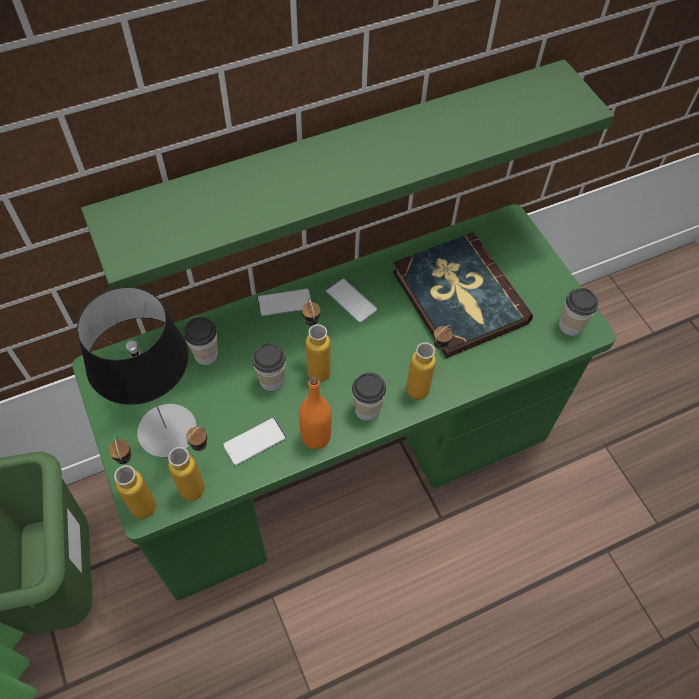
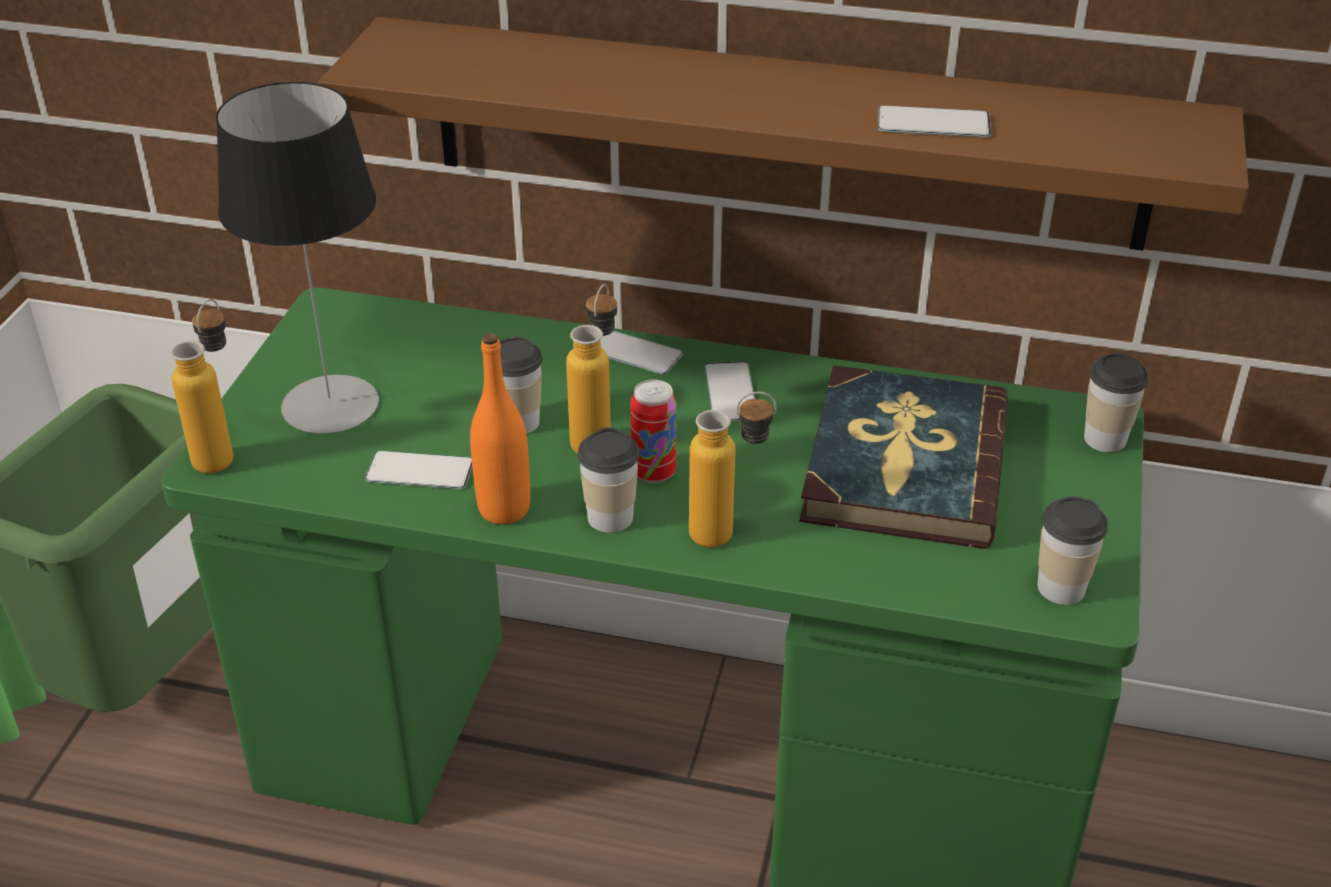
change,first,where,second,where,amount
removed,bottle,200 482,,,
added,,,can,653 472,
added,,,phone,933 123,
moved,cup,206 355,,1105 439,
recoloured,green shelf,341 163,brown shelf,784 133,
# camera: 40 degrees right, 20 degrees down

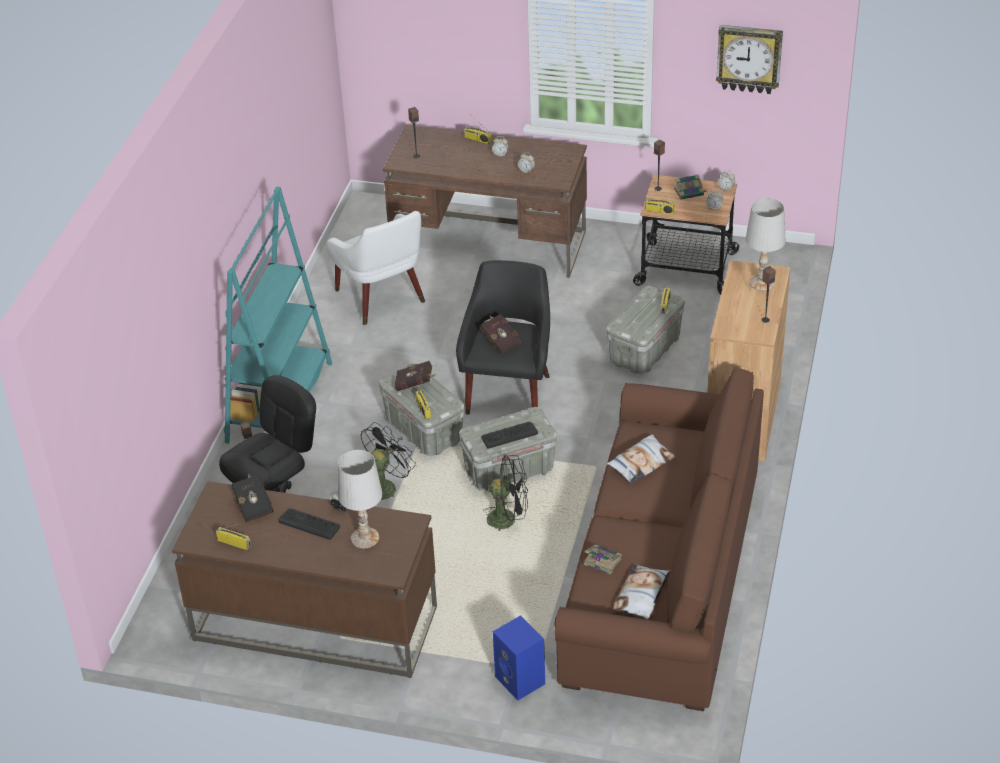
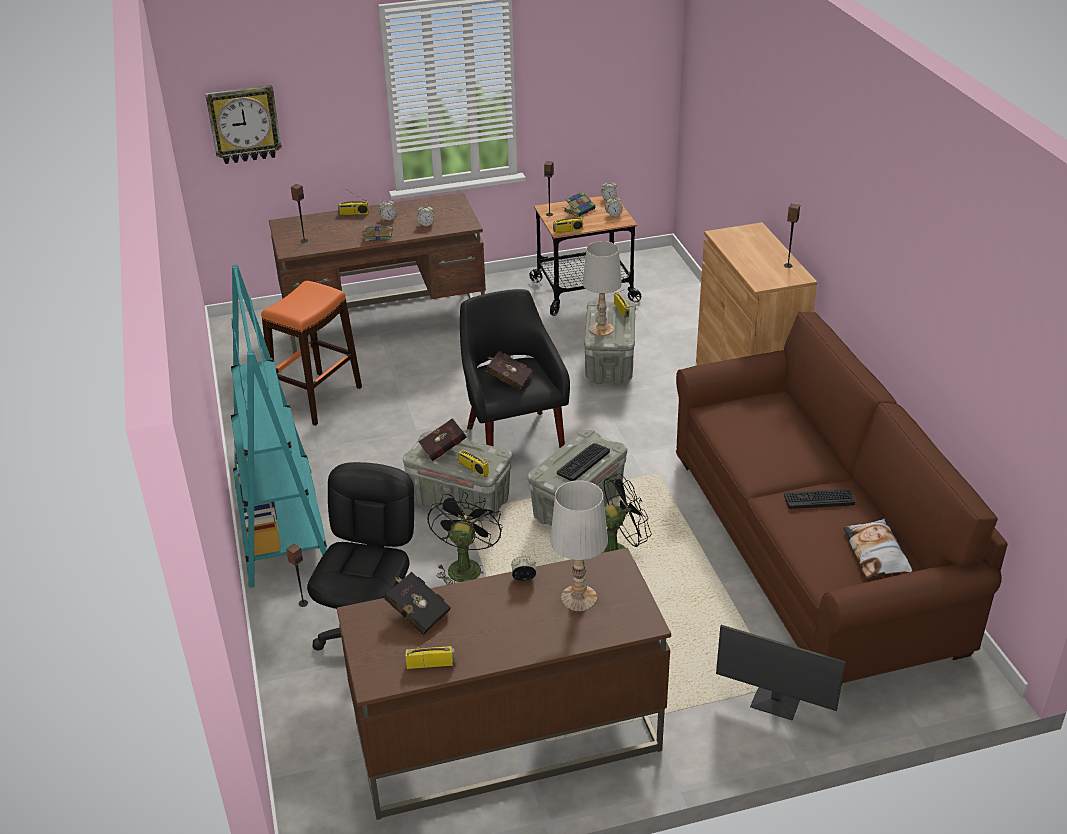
change,first,where,second,where,amount
removed,pillow,641 463,,,
moved,keyboard,309 524,,819 499,
moved,book,602 561,,378 235,
moved,wall clock,749 58,,244 124,
moved,white table lamp,762 283,,601 329,
replaced,white armchair,382 299,orange stool,317 399,
replaced,blue speaker,521 680,monitor,775 702,
# camera: 30 degrees left, 5 degrees down

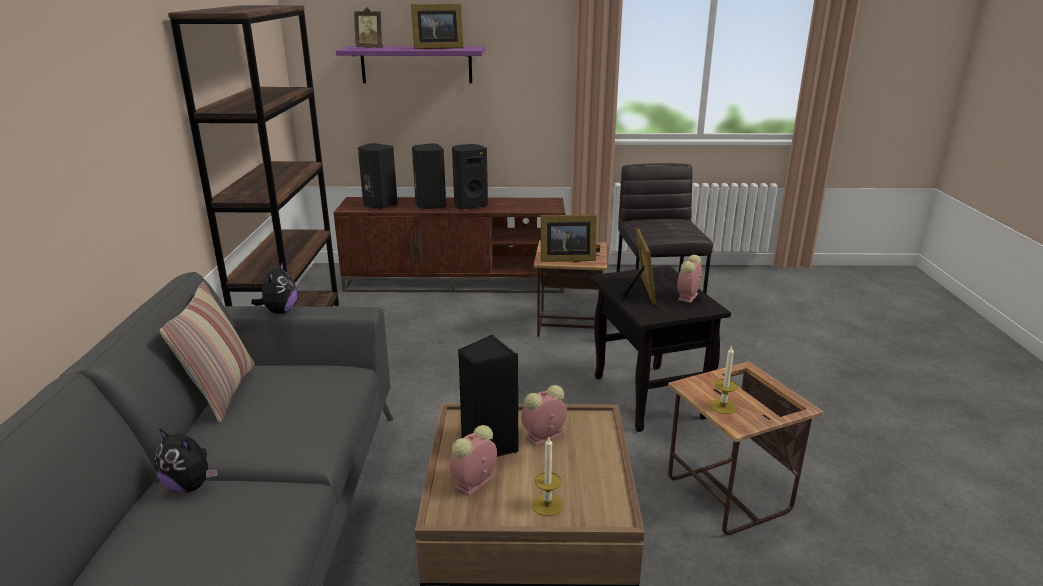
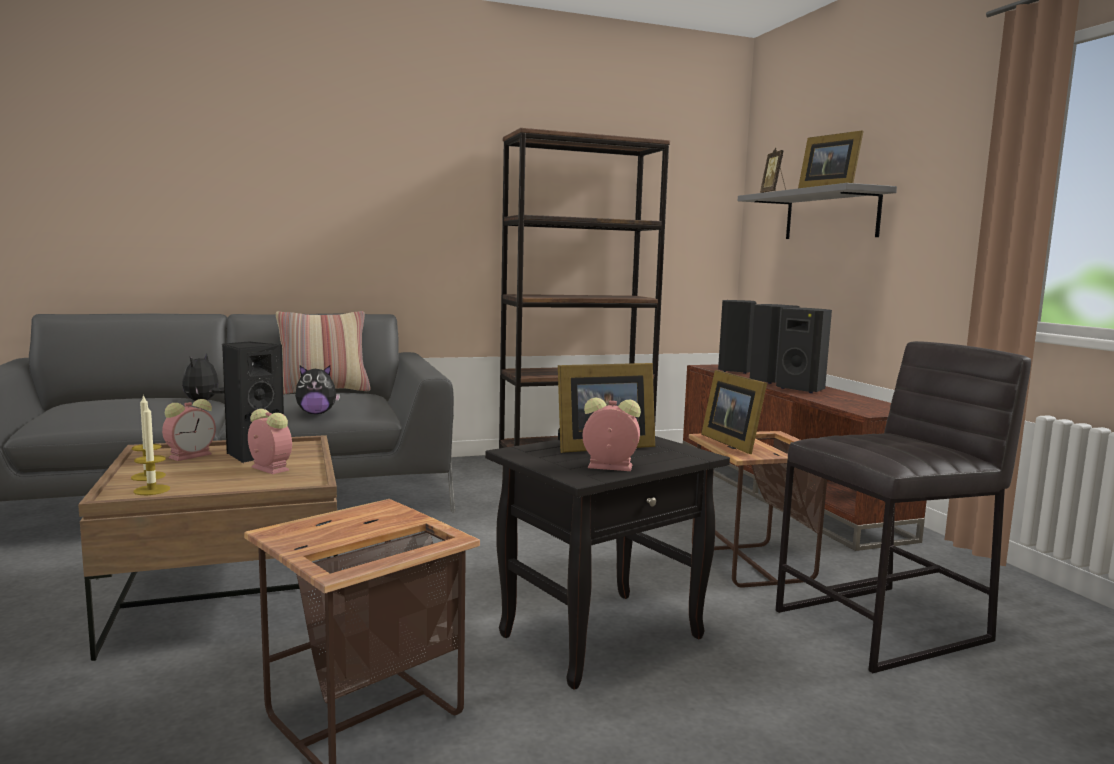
change,first,where,second,where,amount
moved,plush toy,280 311,,316 413,
moved,candle,723 406,,152 490,
recoloured,purple shelf,416 64,grey shelf,831 215,
turned,alarm clock,474 484,,191 455,105 degrees clockwise
# camera: 70 degrees right, 15 degrees down

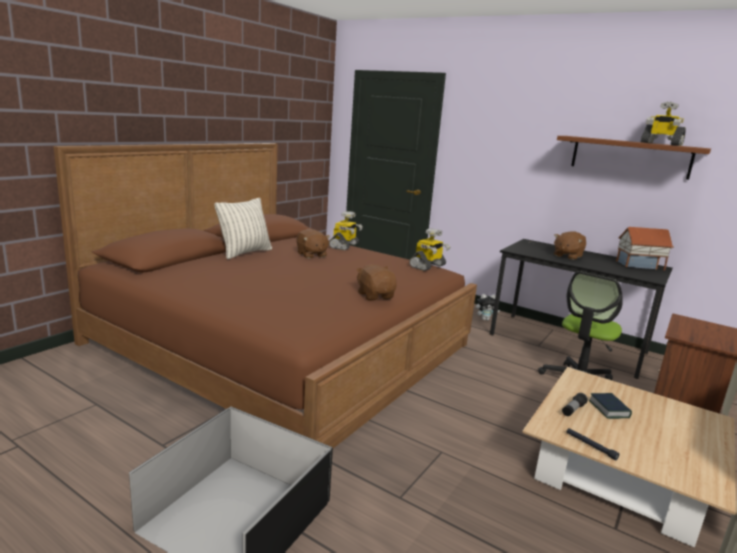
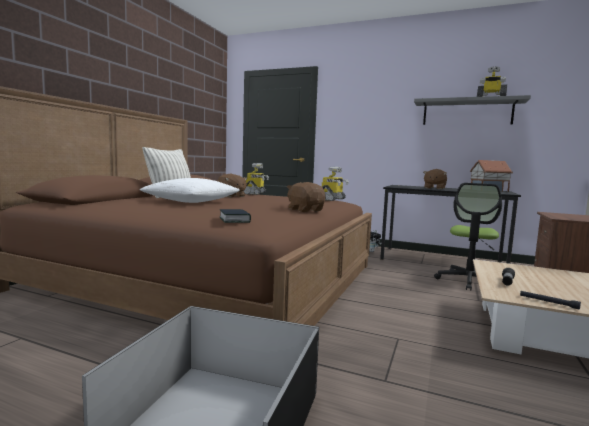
change,first,where,second,where,amount
added,,,white pillow,191 201,
moved,book,609 409,,234 220,
recoloured,brown shelf,630 157,grey shelf,467 113,
# camera: 10 degrees left, 10 degrees down

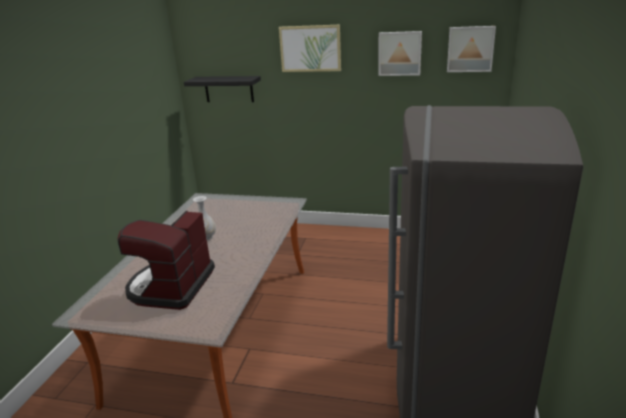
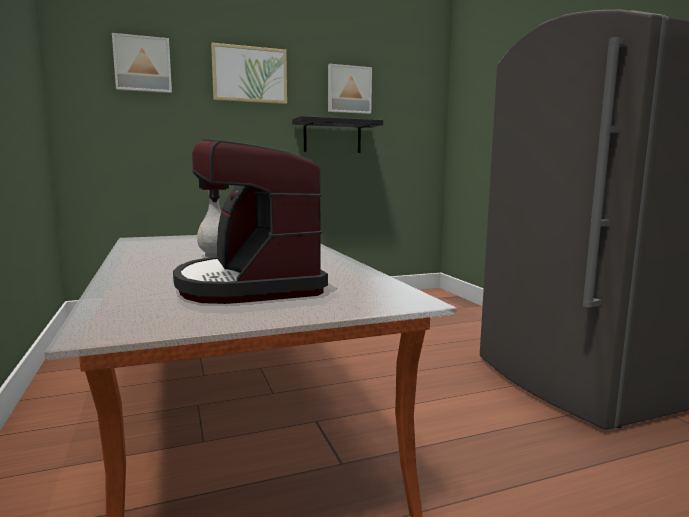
change,first,where,second,where,amount
moved,black shelf,229 89,,332 136,
moved,picture,470 49,,142 64,
# camera: 35 degrees left, 15 degrees down

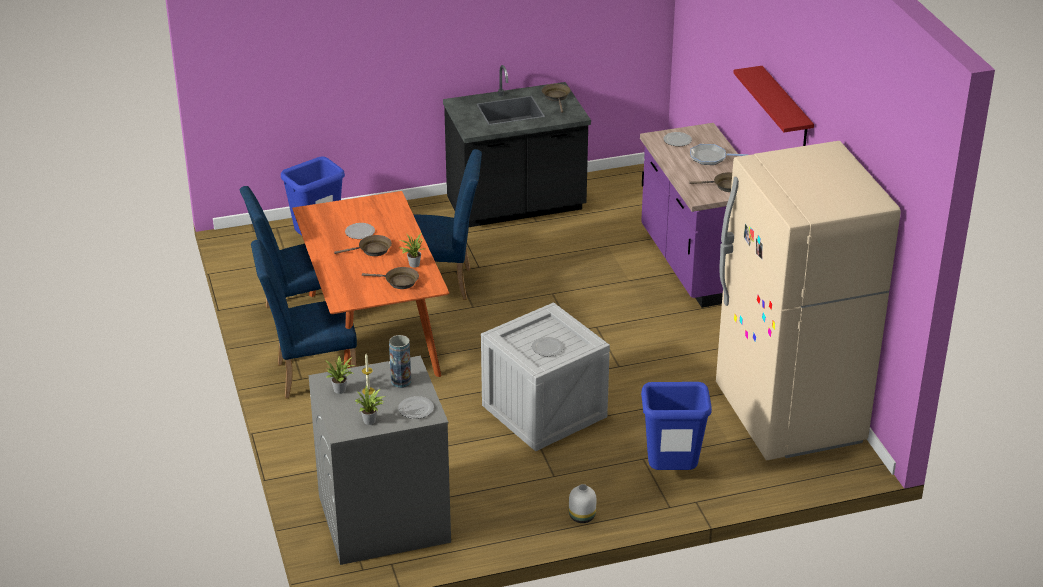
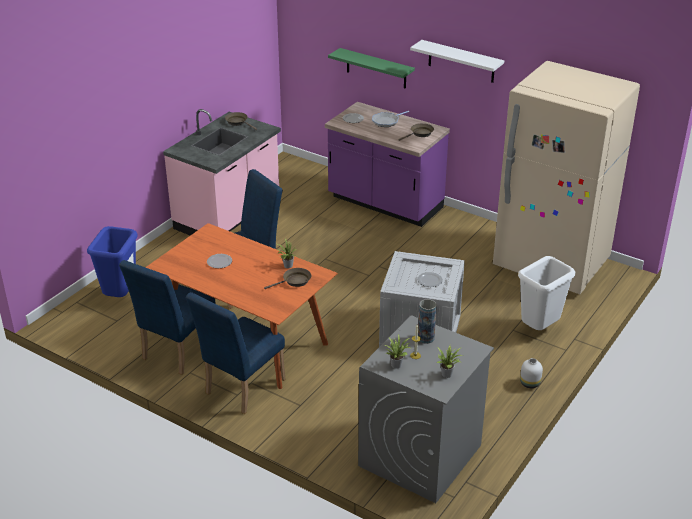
change,first,where,second,where,amount
removed,brown frying pan,372 250,,,
removed,plate,415 408,,,
added,,,green shelf,376 68,
recoloured,black counter,516 206,pink counter,228 216,
recoloured,blue trash can,671 473,white trash can,539 330,
recoloured,red shelf,786 109,white shelf,461 61,
# camera: 40 degrees left, 0 degrees up

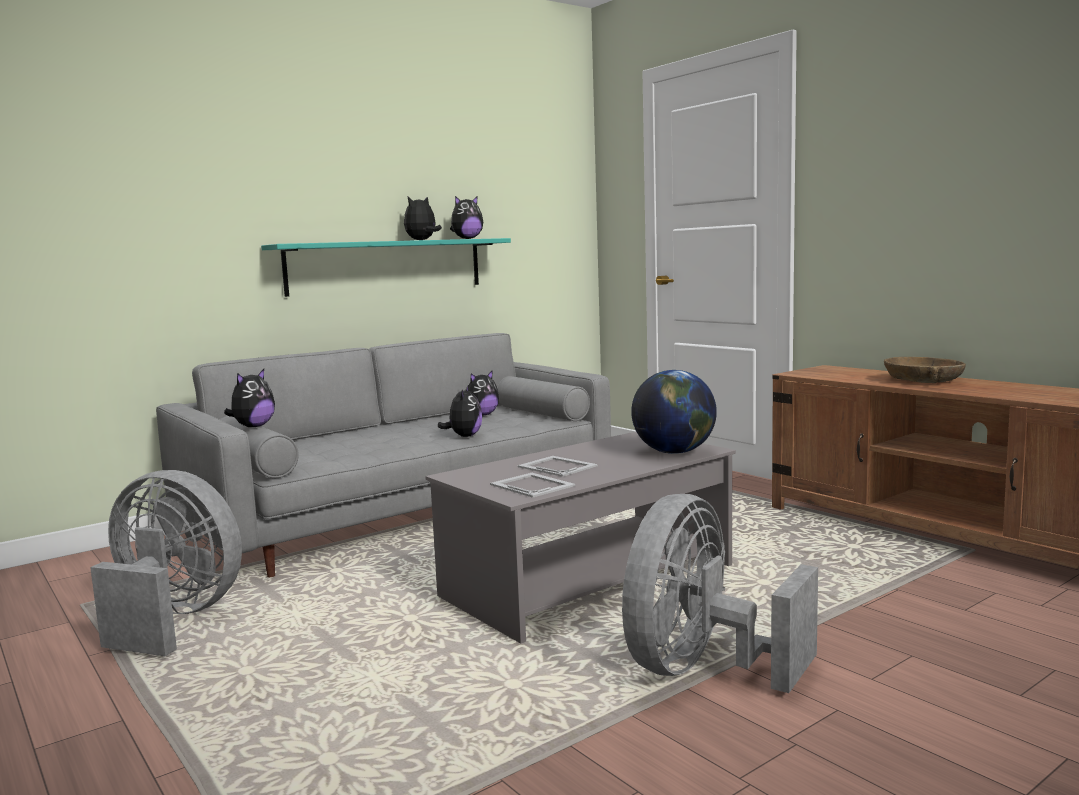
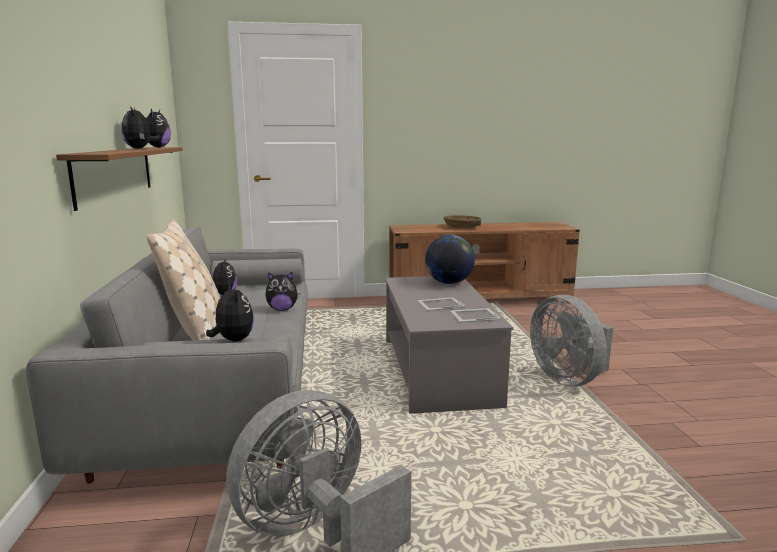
change,first,where,second,where,amount
added,,,beige pillow,195 329,
recoloured,turquoise shelf,386 266,brown shelf,115 173,
turned,plush toy,464 436,,282 309,135 degrees clockwise
# camera: 60 degrees left, 5 degrees up

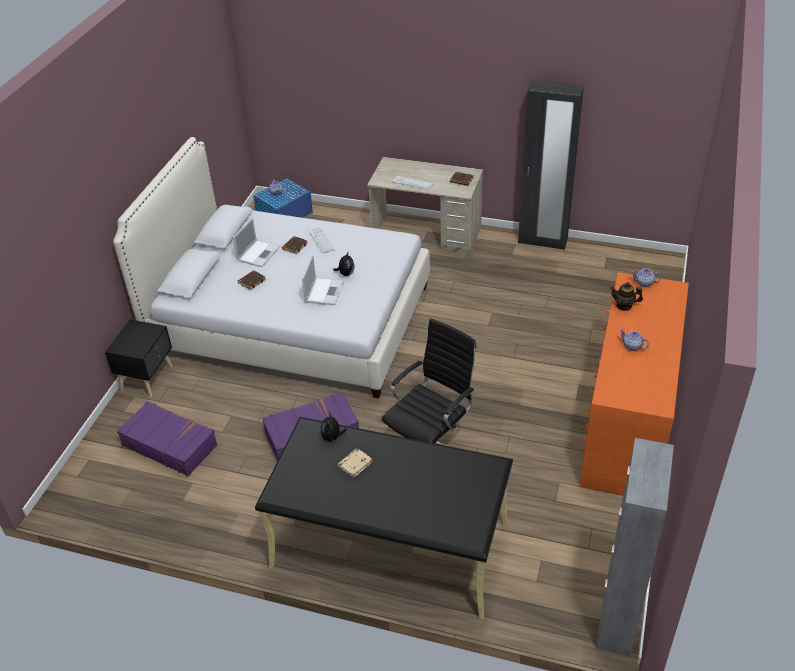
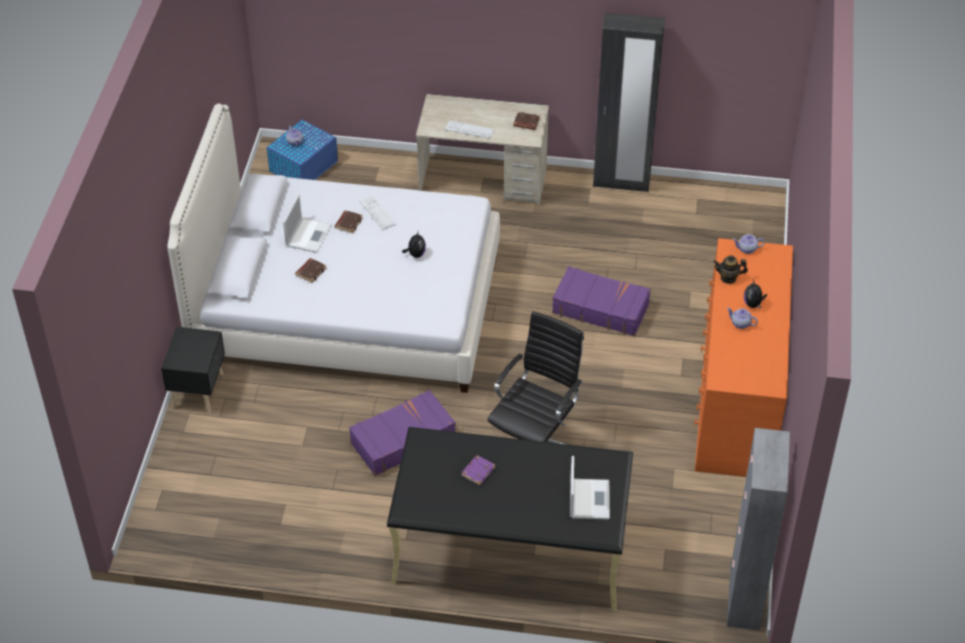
change,first,where,second,where,amount
moved,purple suitcase,170 445,,600 308,
moved,laptop,324 291,,589 498,
moved,plush toy,332 438,,753 304,
recoloured,beige book,355 464,purple book,478 471,
# camera: 10 degrees left, 5 degrees up

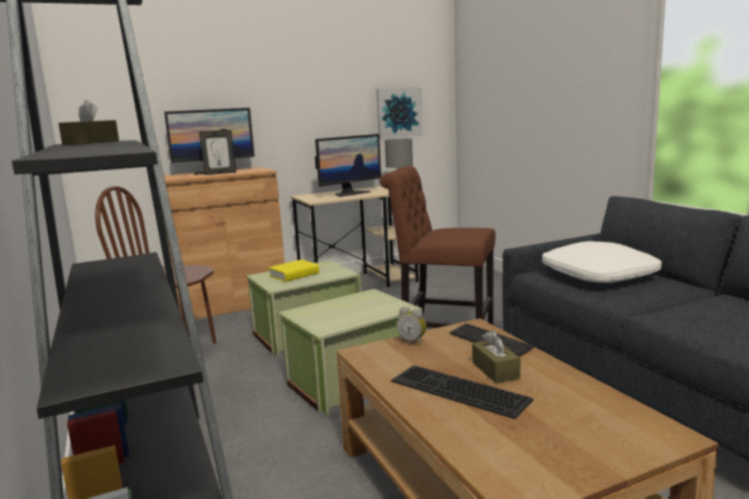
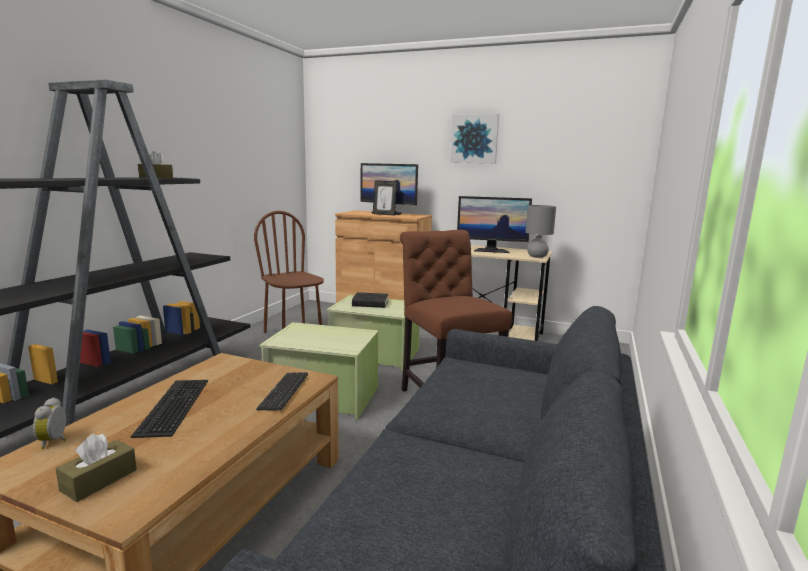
change,first,where,second,where,amount
removed,white pillow,599 275,,,
moved,picture,398 112,,474 139,
moved,alarm clock,413 341,,55 441,
moved,brown tissue box,495 370,,99 480,
recoloured,yellow book,294 275,black book,370 303,
# camera: 45 degrees right, 0 degrees up

